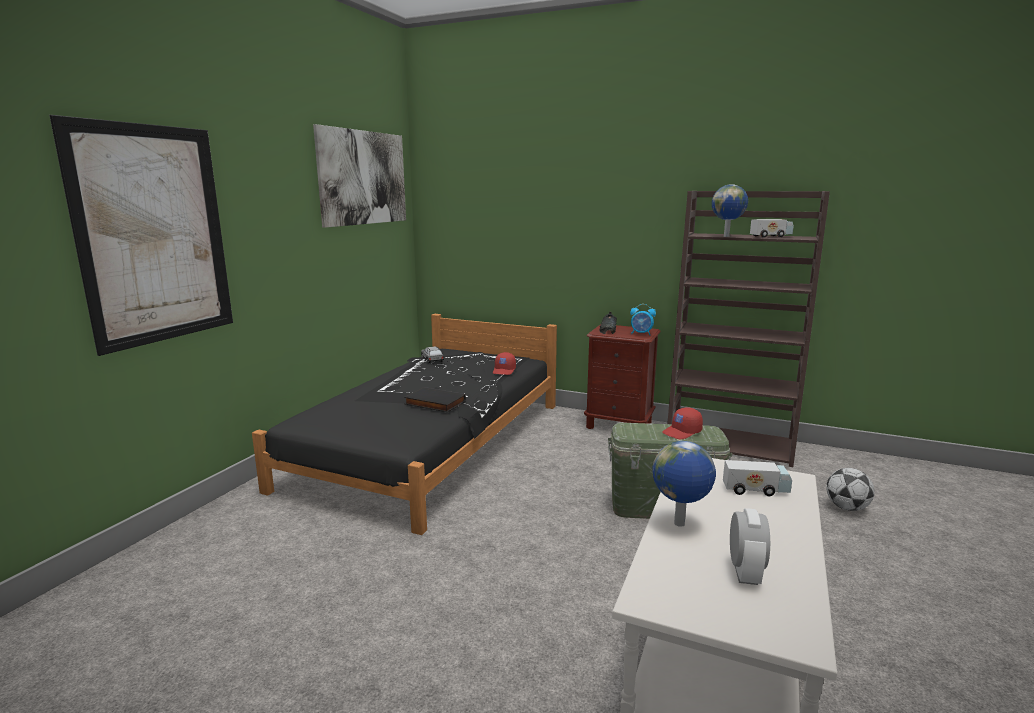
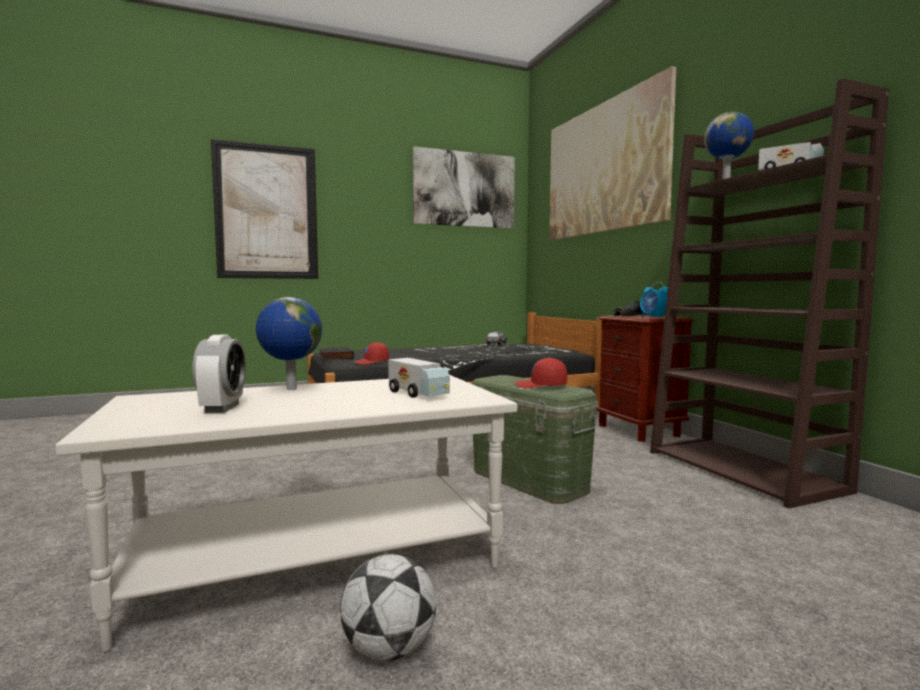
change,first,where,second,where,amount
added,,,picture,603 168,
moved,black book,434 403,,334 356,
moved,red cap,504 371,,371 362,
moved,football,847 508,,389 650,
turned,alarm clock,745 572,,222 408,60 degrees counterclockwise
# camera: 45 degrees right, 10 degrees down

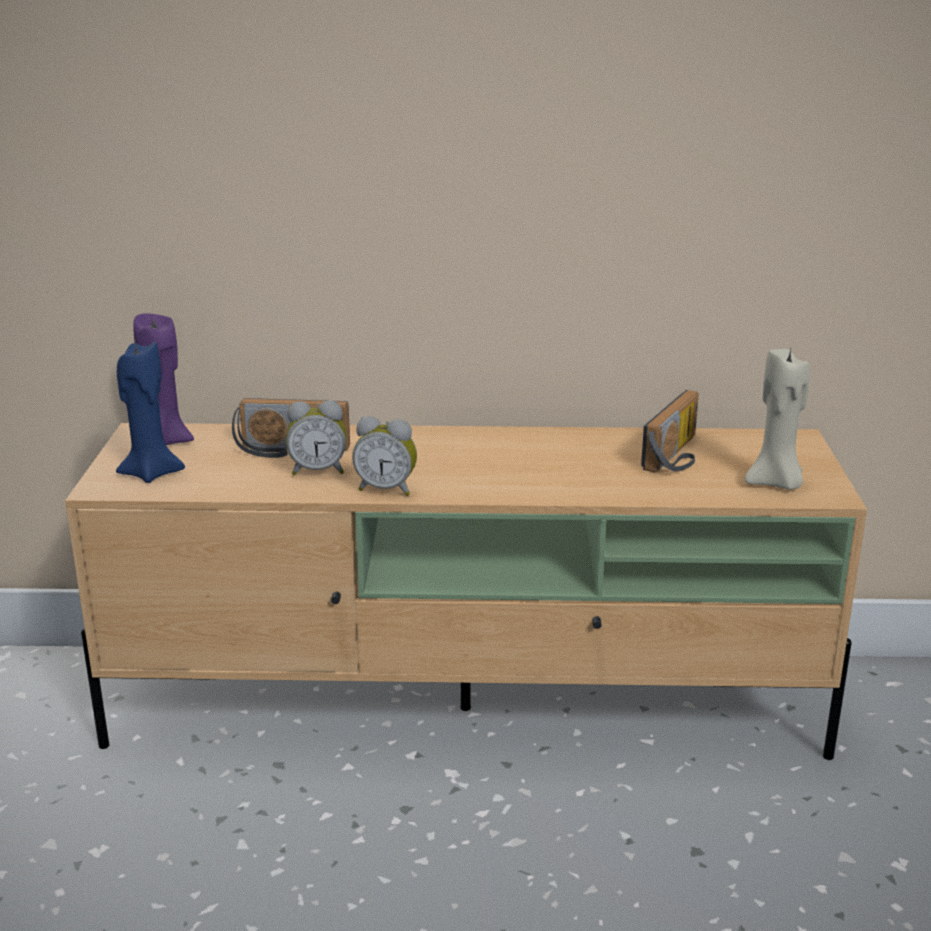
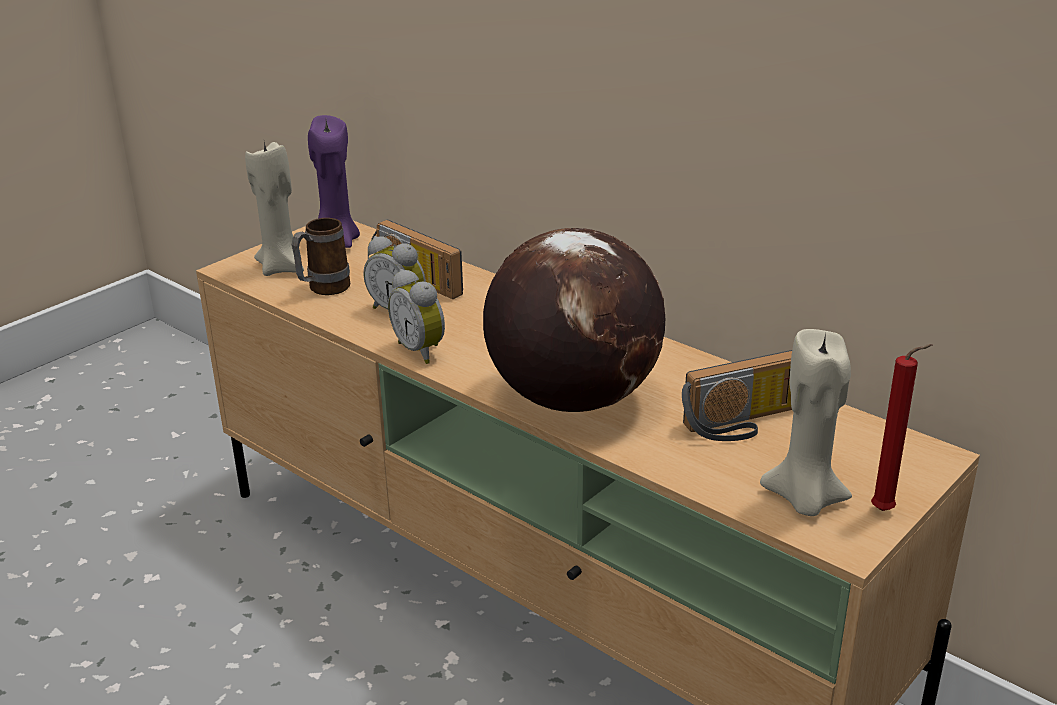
change,first,where,second,where,amount
added,,,mug,323 290,
added,,,globe,572 398,
added,,,red candle,886 511,
recoloured,blue candle,151 473,beige candle,282 267,
# camera: 40 degrees right, 5 degrees up

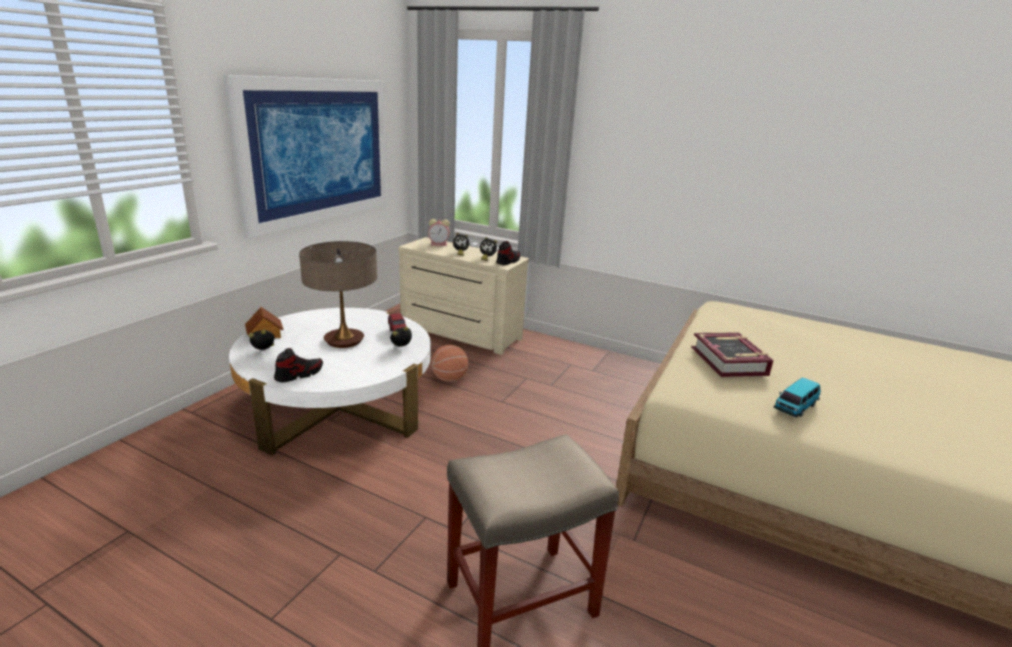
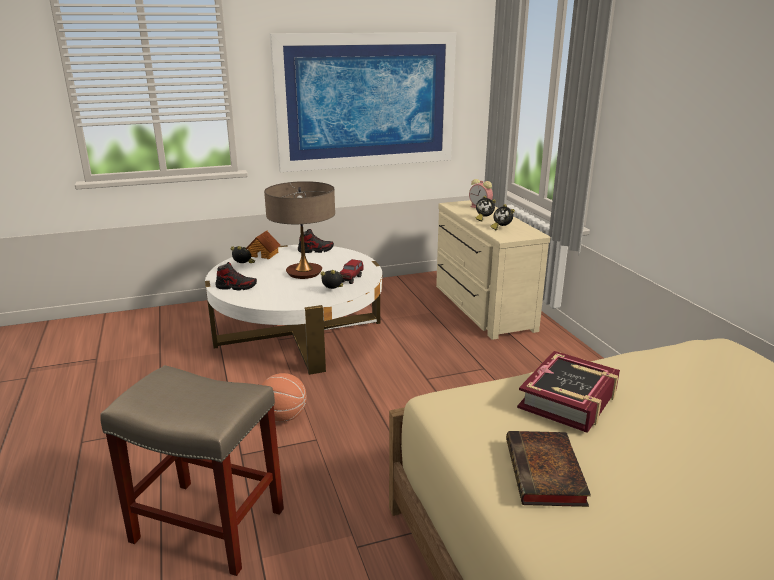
change,first,where,second,where,amount
moved,basketball,449 378,,284 417,
moved,shoe,508 261,,315 250,
replaced,toy car,795 407,book,546 474,
# camera: 45 degrees right, 0 degrees up

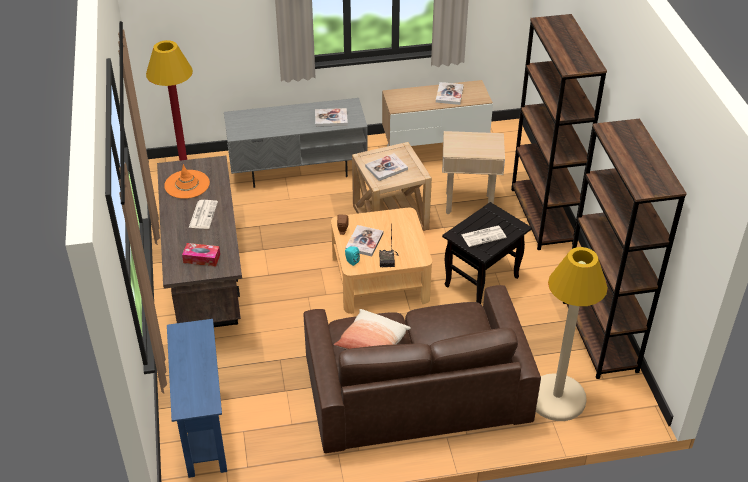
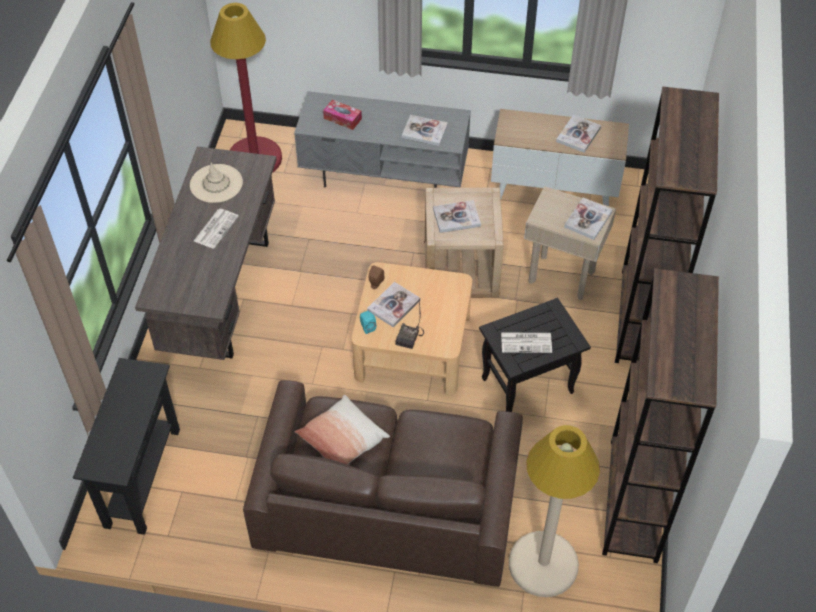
change,first,where,second,where,amount
added,,,book,588 219,
moved,tissue box,201 258,,342 118,
recoloured,orange hat,187 184,beige hat,216 184,
recoloured,blue console table,204 430,black console table,142 477,
# camera: 20 degrees right, 10 degrees up

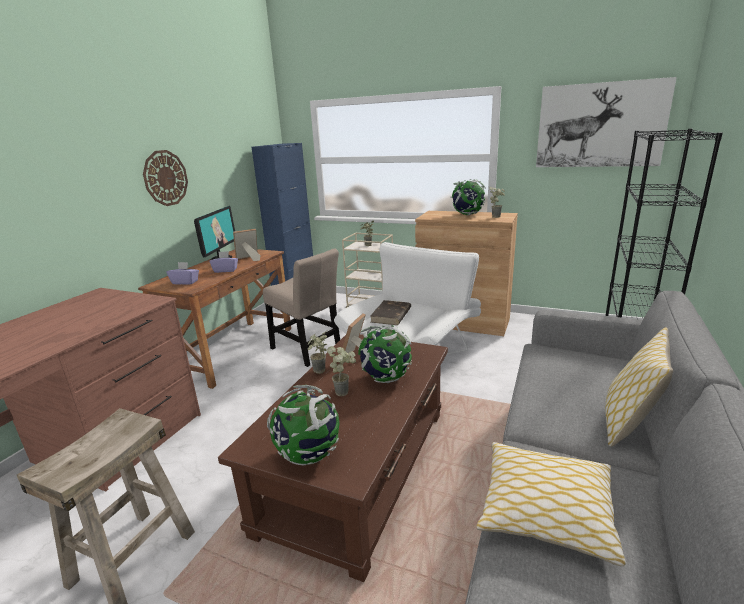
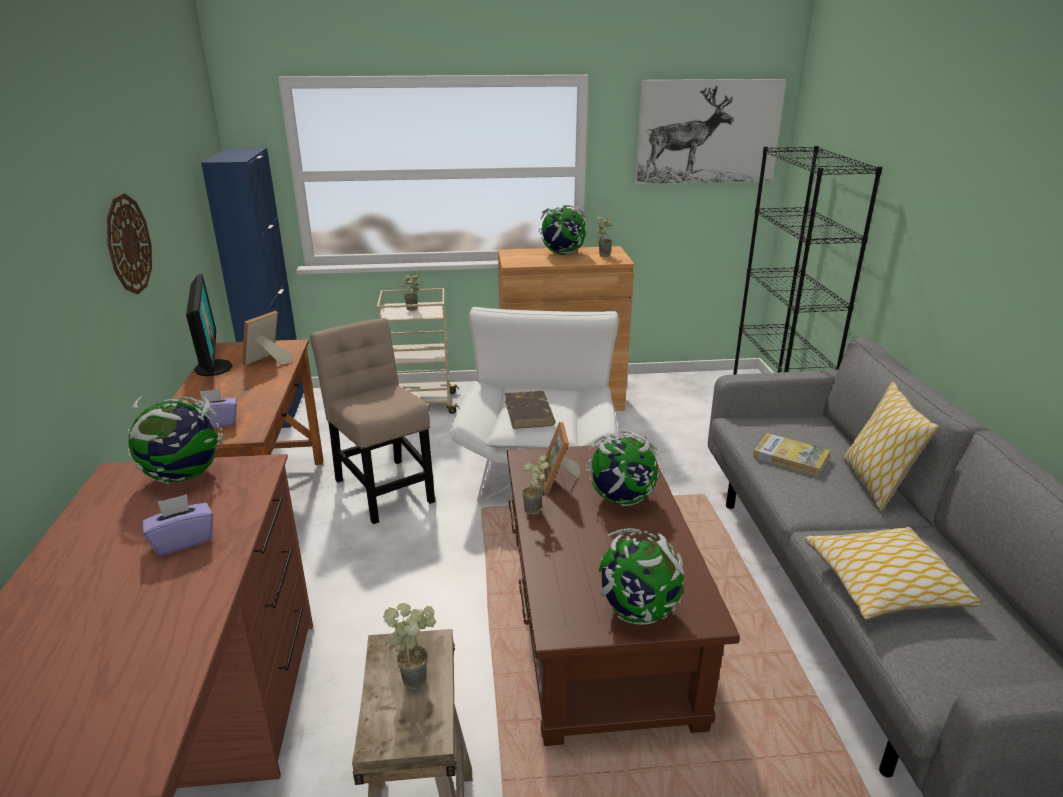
change,first,where,second,where,amount
added,,,globe,184 476,
added,,,book,790 457,
moved,purple tissue box,225 270,,183 540,
moved,potted plant,345 391,,417 675,
turned,beige chair,307 350,,383 487,135 degrees counterclockwise
# camera: 30 degrees left, 5 degrees up

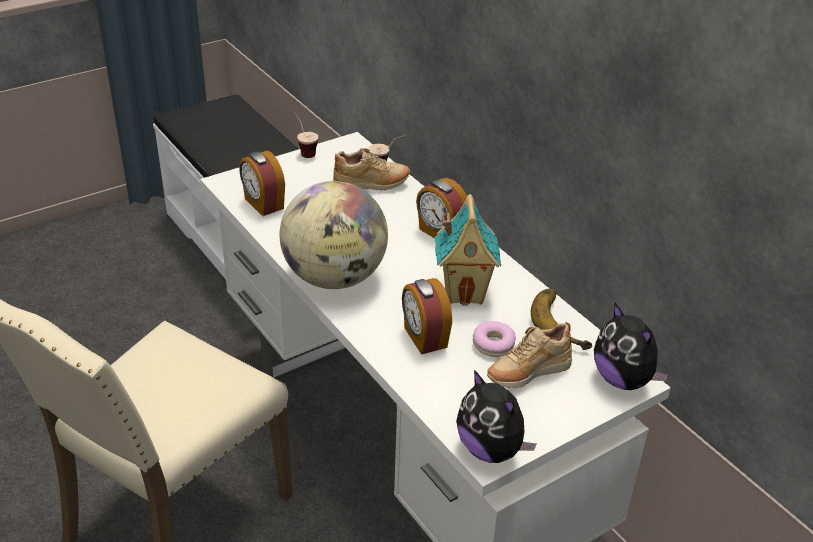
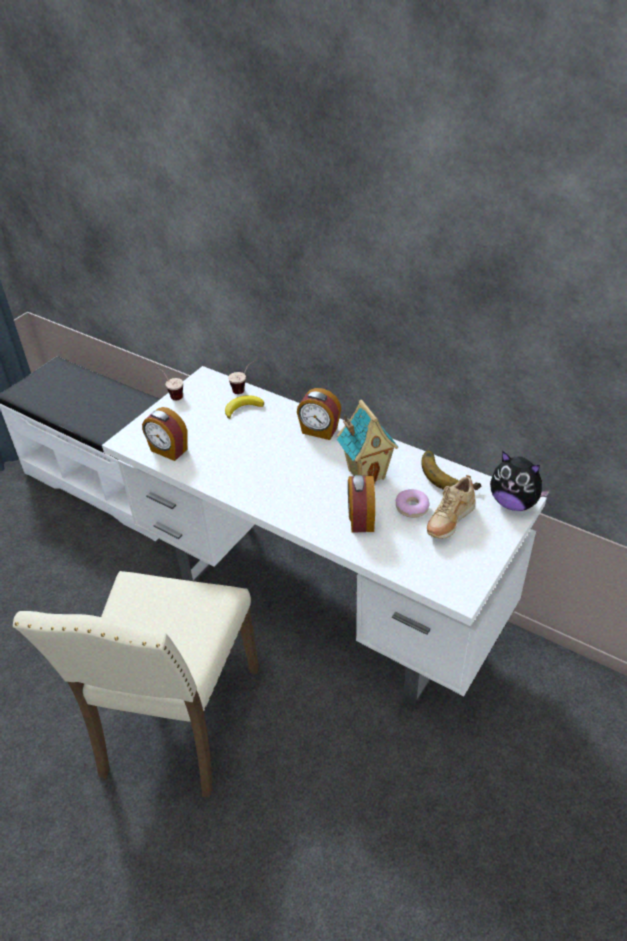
change,first,where,second,where,amount
removed,globe,334 278,,,
removed,plush toy,491 449,,,
replaced,beige shoe,371 185,banana,243 408,
turned,alarm clock,424 338,,360 519,45 degrees clockwise
# camera: 20 degrees left, 5 degrees up

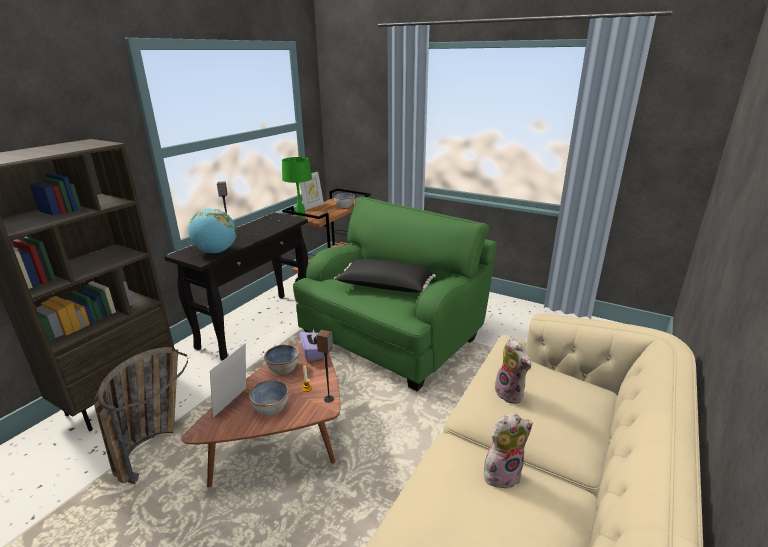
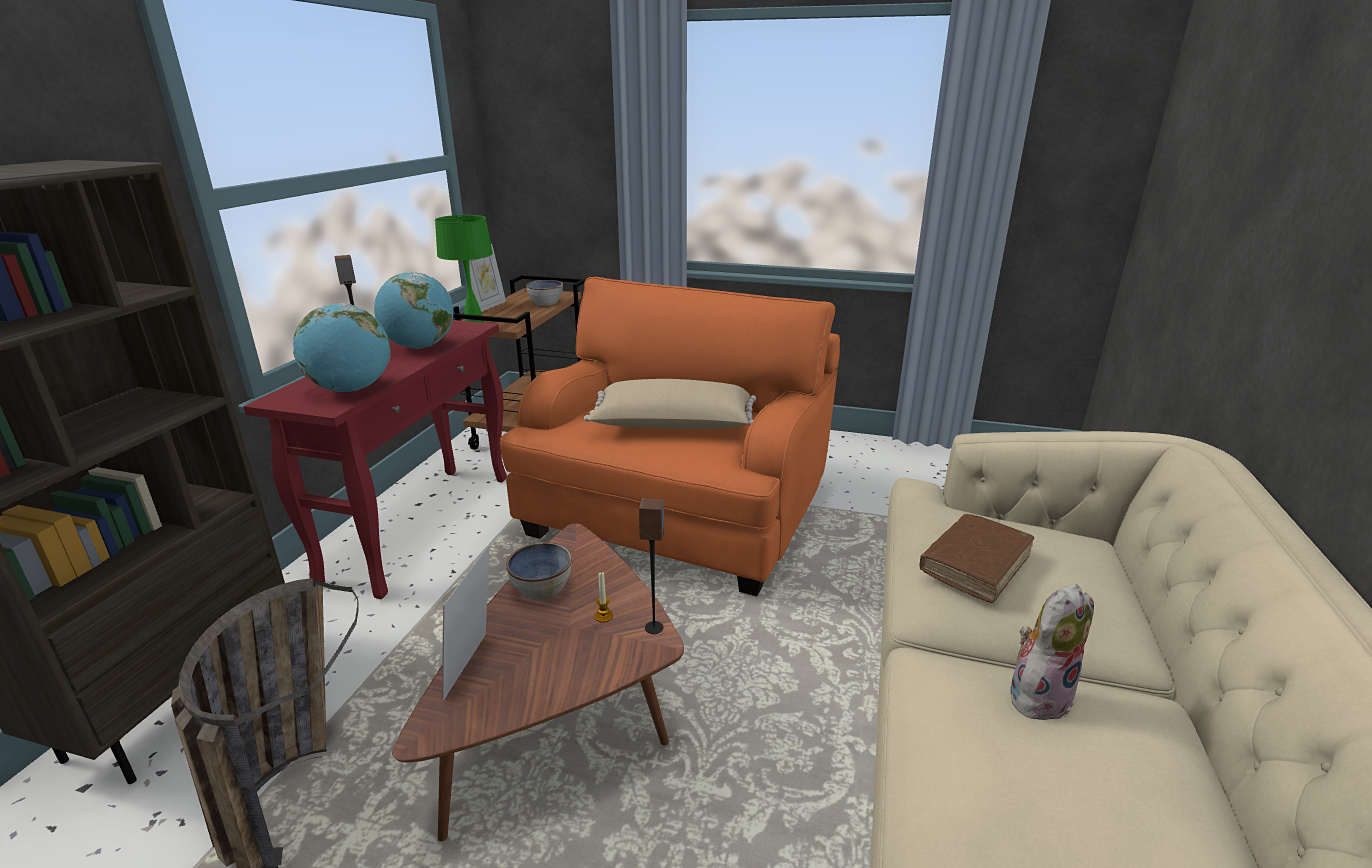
change,first,where,second,where,amount
removed,bowl,271 408,,,
removed,purple tissue box,313 353,,,
added,,,globe,420 347,
replaced,plush toy,511 394,brown book,975 565,
recoloured,black console table,256 324,red console table,421 525,
recoloured,green armchair,393 336,orange armchair,678 513,
recoloured,black pillow,384 288,beige pillow,672 427,
# camera: 15 degrees left, 0 degrees up

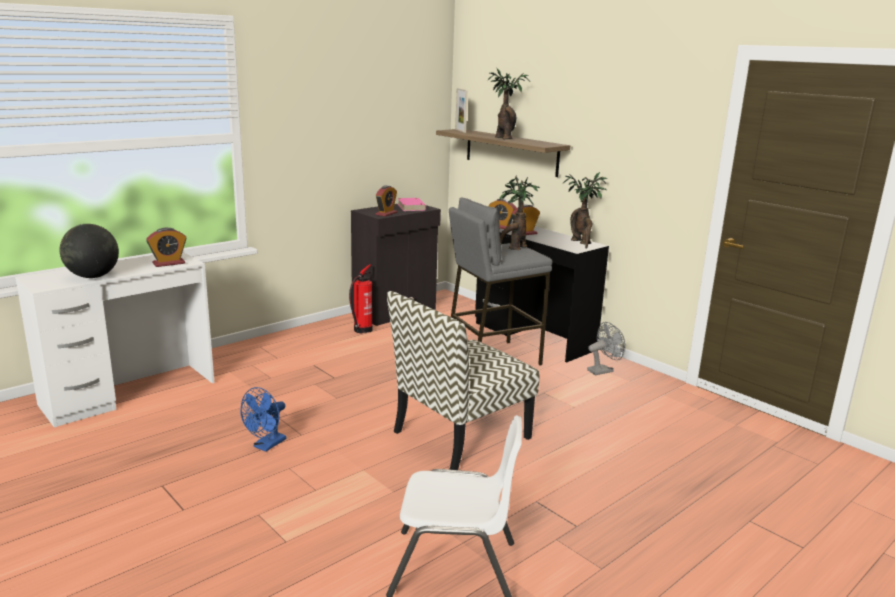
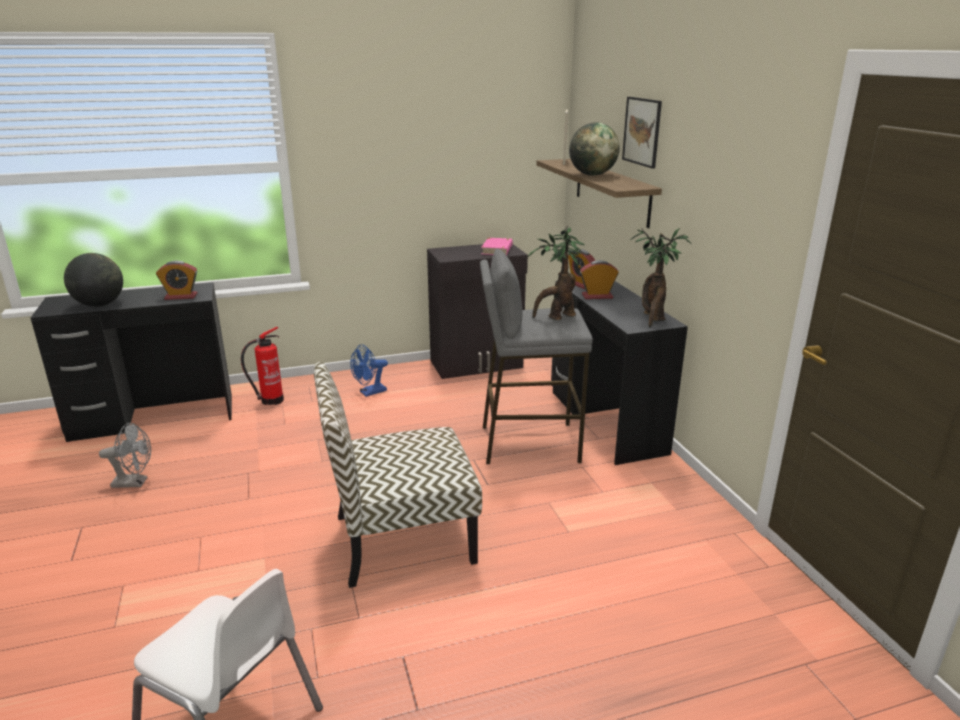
change,first,where,second,where,amount
removed,alarm clock,386 213,,,
added,,,picture,642 131,
moved,blue fan,266 446,,369 392,
moved,fire extinguisher,361 330,,270 401,
moved,grey fan,603 370,,135 482,
replaced,potted plant,503 138,globe,592 175,
recoloured,white desk,129 393,black desk,154 417,
# camera: 25 degrees right, 5 degrees up

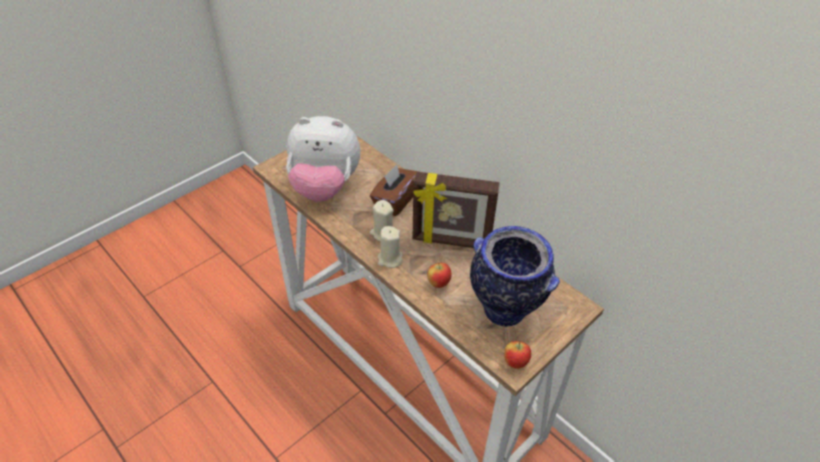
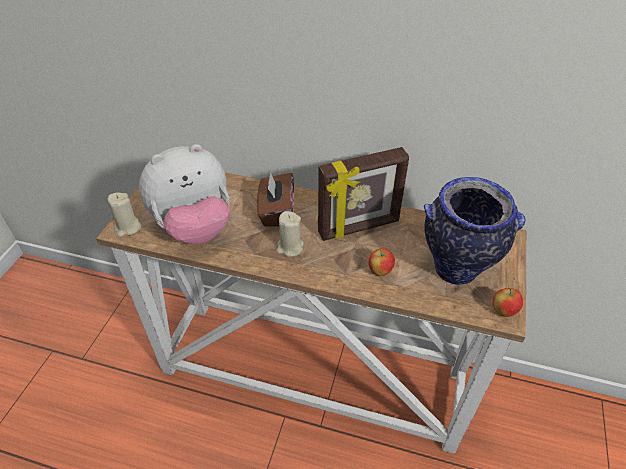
change,first,where,second,where,amount
moved,beige candle,390 259,,128 227,
# camera: 30 degrees left, 0 degrees up

